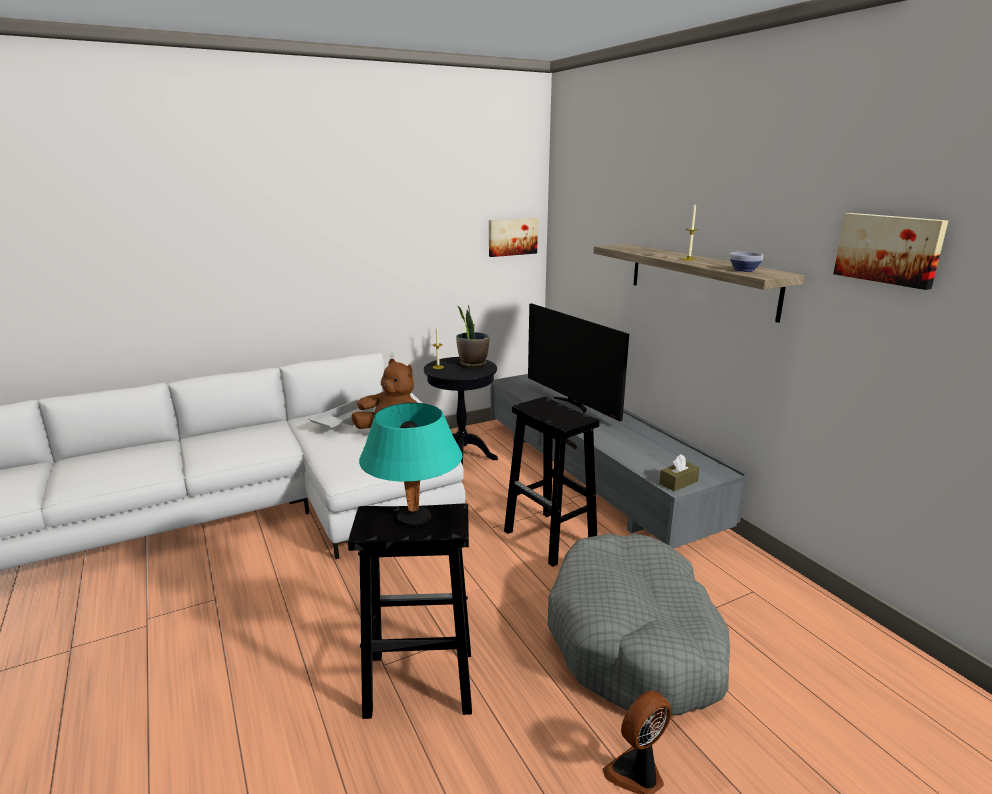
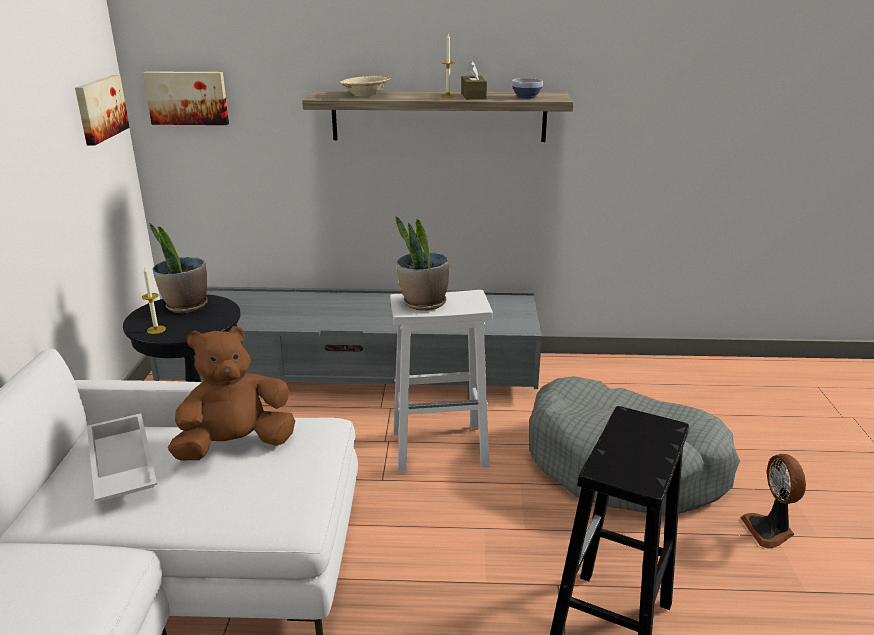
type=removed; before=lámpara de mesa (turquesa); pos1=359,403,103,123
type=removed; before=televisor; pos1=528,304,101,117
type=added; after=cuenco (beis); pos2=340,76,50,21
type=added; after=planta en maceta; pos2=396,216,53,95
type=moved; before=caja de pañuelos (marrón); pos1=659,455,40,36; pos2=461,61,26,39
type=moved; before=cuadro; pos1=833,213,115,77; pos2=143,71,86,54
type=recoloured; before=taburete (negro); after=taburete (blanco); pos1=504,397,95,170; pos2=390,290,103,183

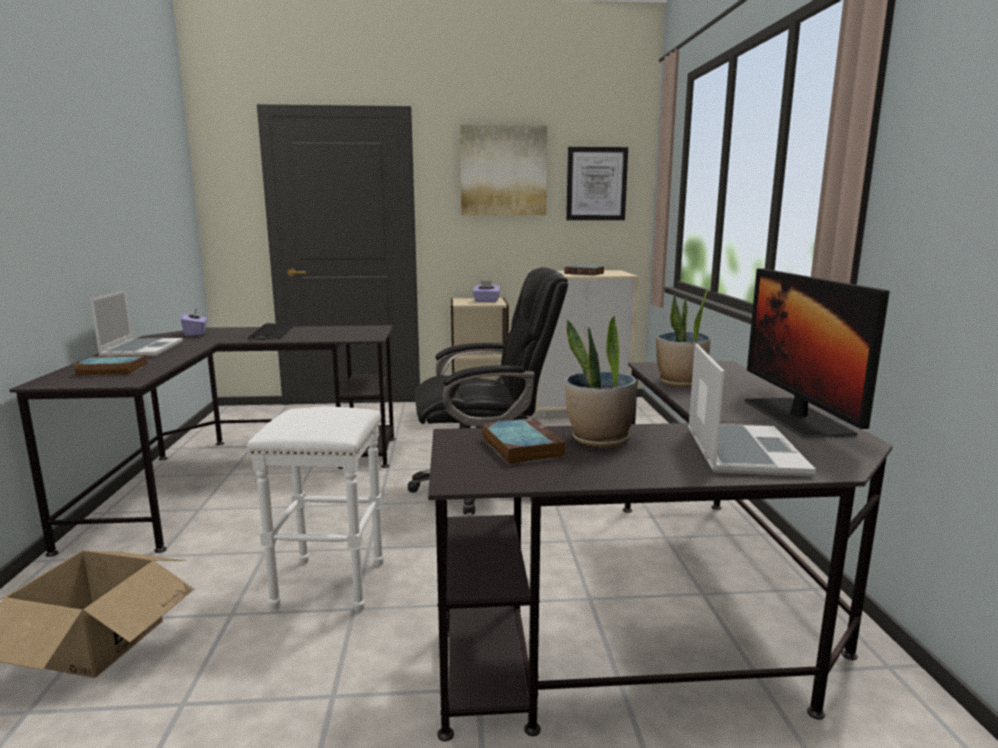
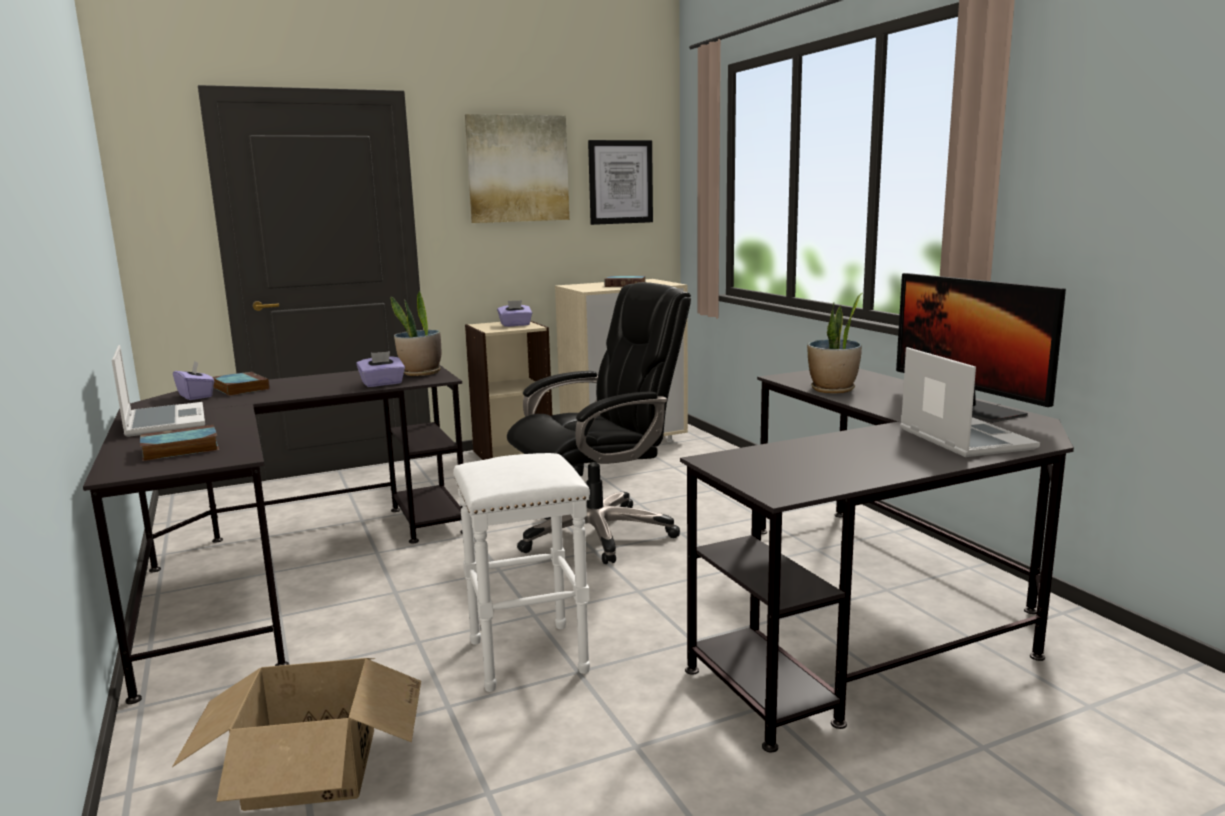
type=removed; before=teclado; pos1=248,323,45,17
type=added; after=caja de pañuelos (morado); pos2=357,351,48,36
type=moved; before=libro; pos1=482,418,84,47; pos2=212,372,57,24
type=moved; before=planta en maceta; pos1=565,316,72,132; pos2=391,291,50,85

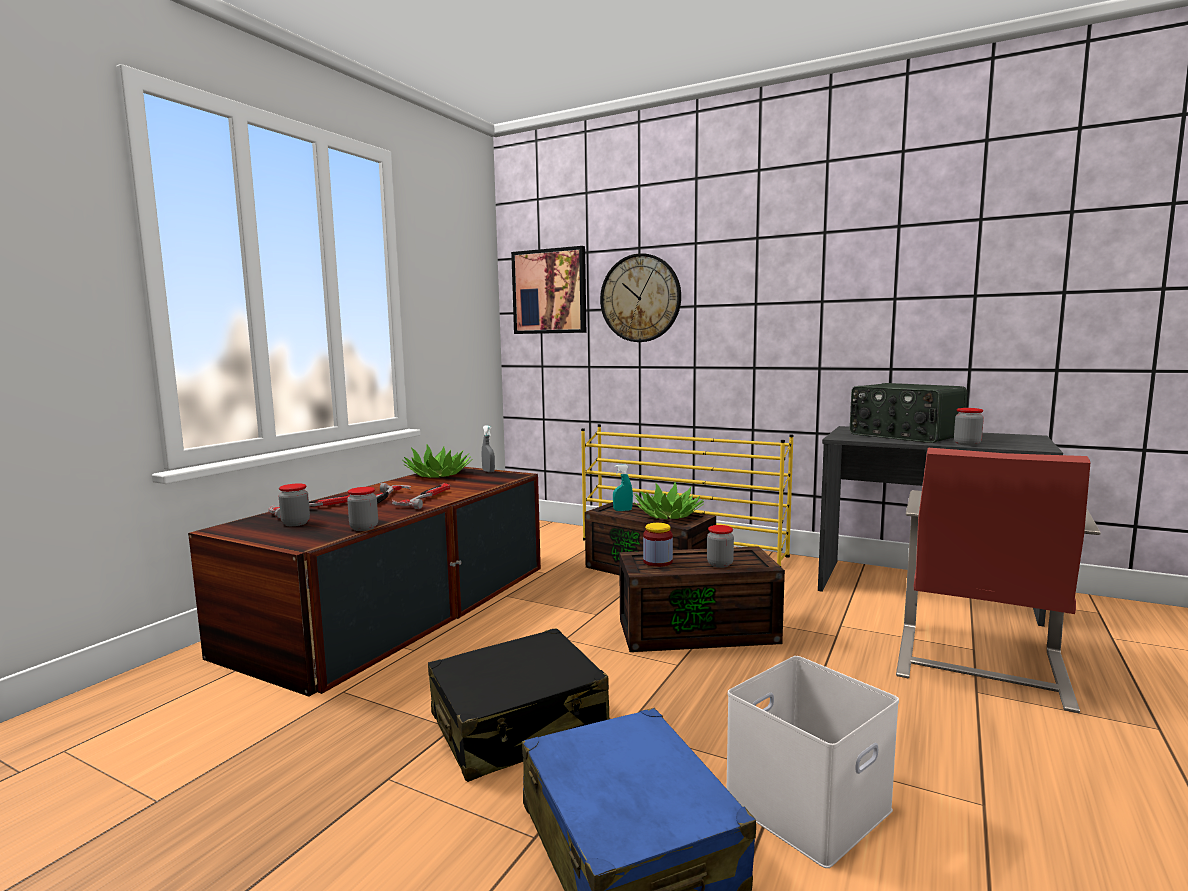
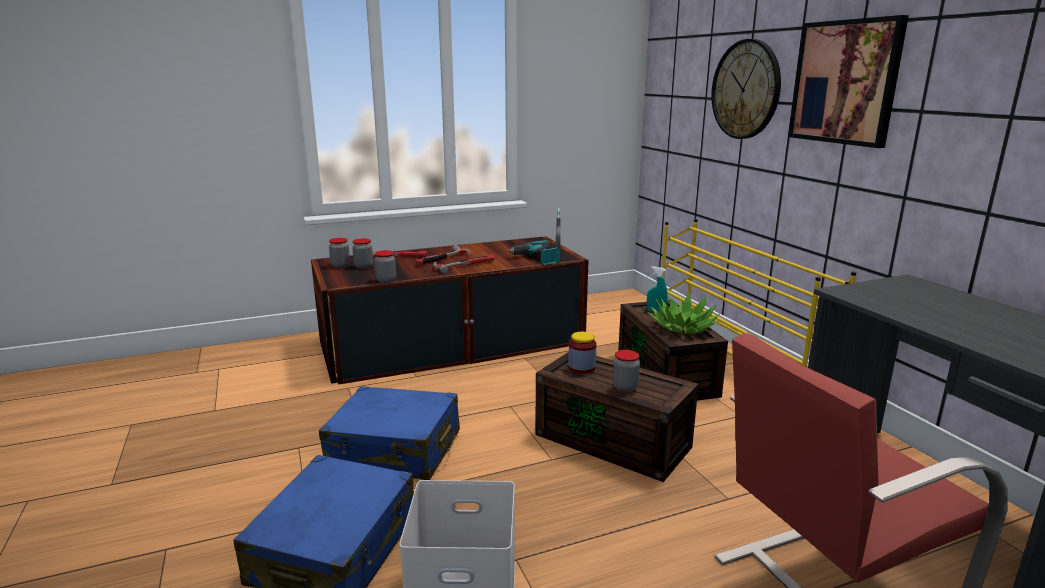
type=removed; before=planta en maceta; pos1=402,444,71,34
type=removed; before=radio; pos1=850,383,117,60
type=added; after=taladro; pos2=508,240,53,25
type=moved; before=cuadro; pos1=511,246,75,88; pos2=788,15,121,133
type=moved; before=tarro; pos1=954,408,30,38; pos2=329,238,21,30
type=recoloured; before=maleta (negro); after=maleta (azul); pos1=428,628,182,154; pos2=319,386,141,94

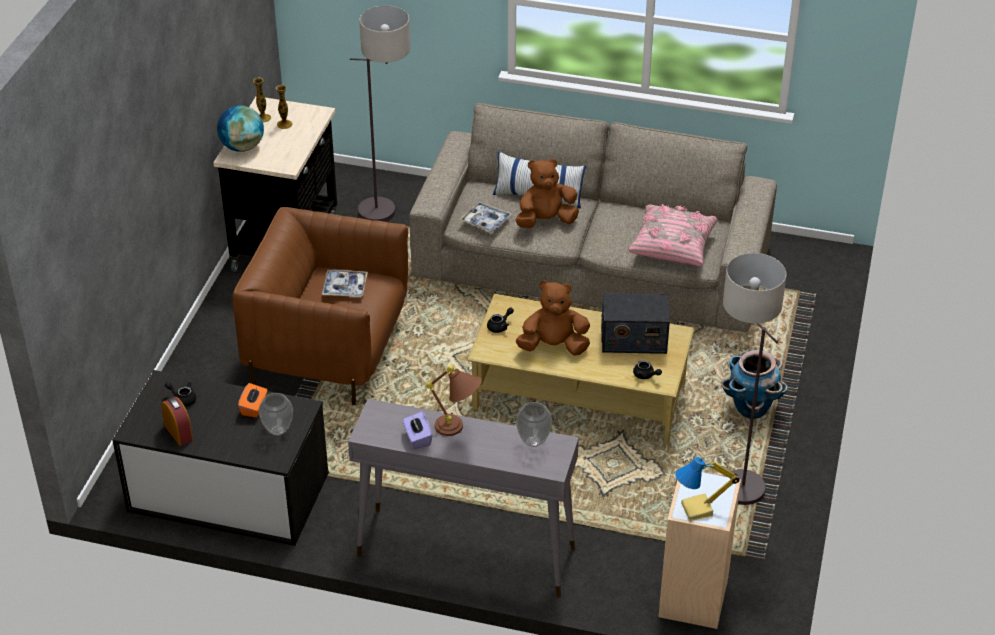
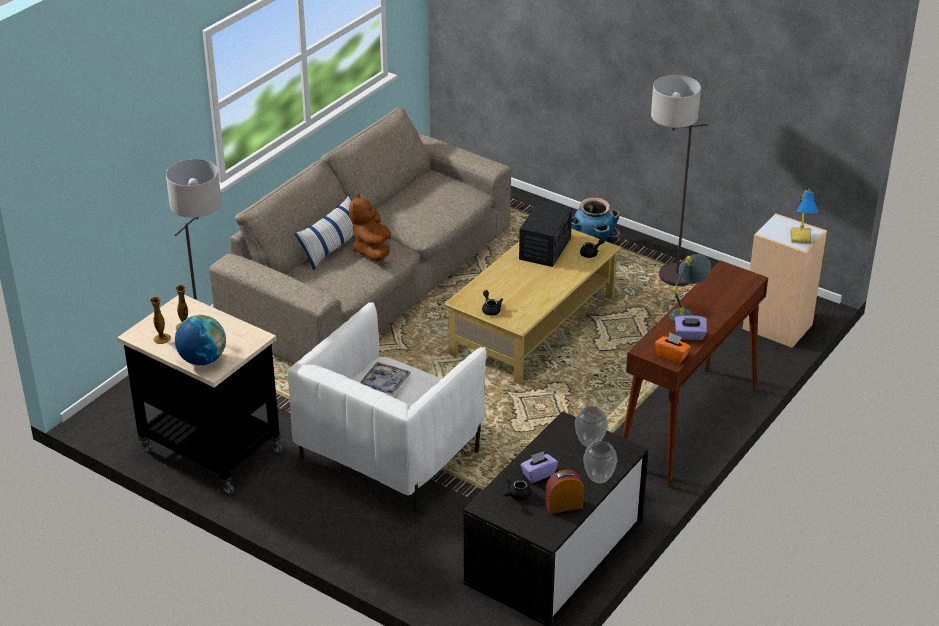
type=removed; before=bandeja; pos1=459,202,53,31
type=removed; before=peluche (marrón); pos1=516,280,74,76
type=removed; before=cojín (rosa); pos1=629,204,89,62
type=added; after=caja de pañuelos (morado); pos2=520,451,38,32
type=moved; before=caja de pañuelos (naranja); pos1=238,383,30,35; pos2=655,332,36,32
type=moved; before=florero; pos1=516,402,36,45; pos2=583,441,35,43
type=recoloured; before=sillón (marrón); after=sillón (blanco); pos1=232,207,176,198; pos2=288,302,199,210
type=recoloured; before=mesa consola (gris); after=mesa consola (marrón); pos1=348,399,231,198; pos2=622,260,146,228
type=recoloured; before=lámpara de mesa (marrón); after=lámpara de mesa (gris); pos1=426,365,56,71; pos2=669,254,42,69

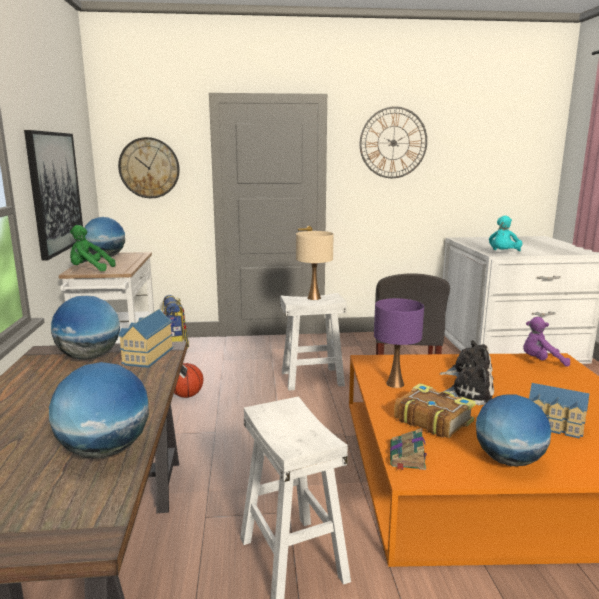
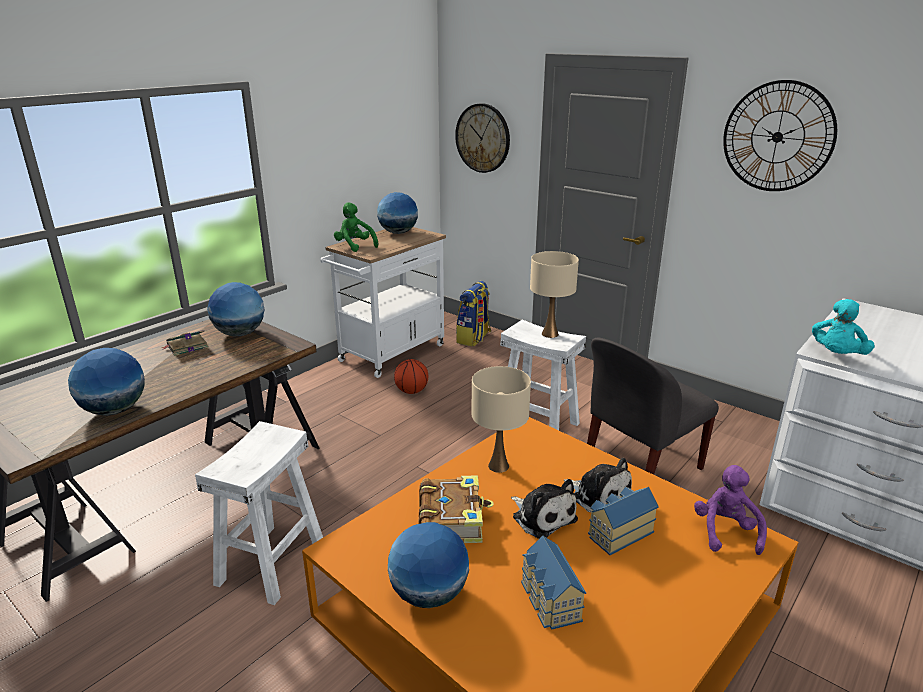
type=removed; before=cuadro; pos1=24,130,59,130
type=moved; before=casita; pos1=118,309,55,59; pos2=588,487,71,68
type=moved; before=libro; pos1=390,428,36,42; pos2=162,330,46,26
type=recoloured; before=lámpara de mesa (morado); after=lámpara de mesa (beis); pos1=374,298,50,90; pos2=472,366,59,107
type=turned; before=peluche (turquesa); pos1=489,216,33,35; pos2=812,299,63,56; turn=-45
type=turned; before=peluche (morado); pos1=523,317,47,50; pos2=694,465,73,90; turn=45

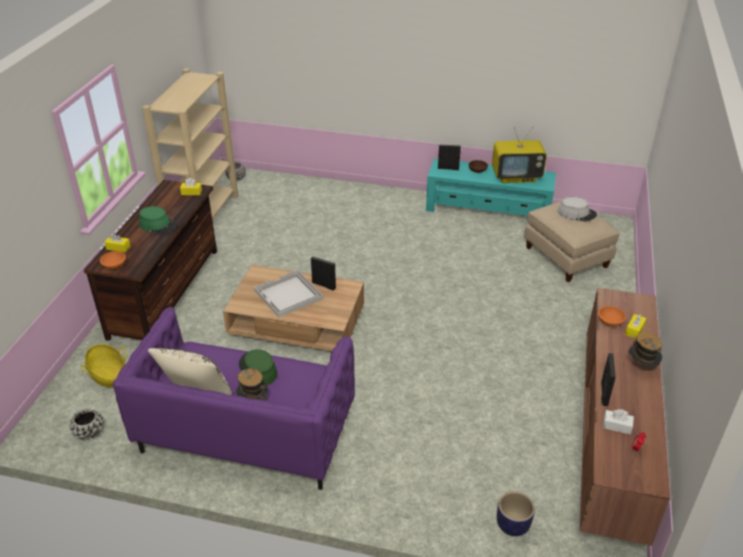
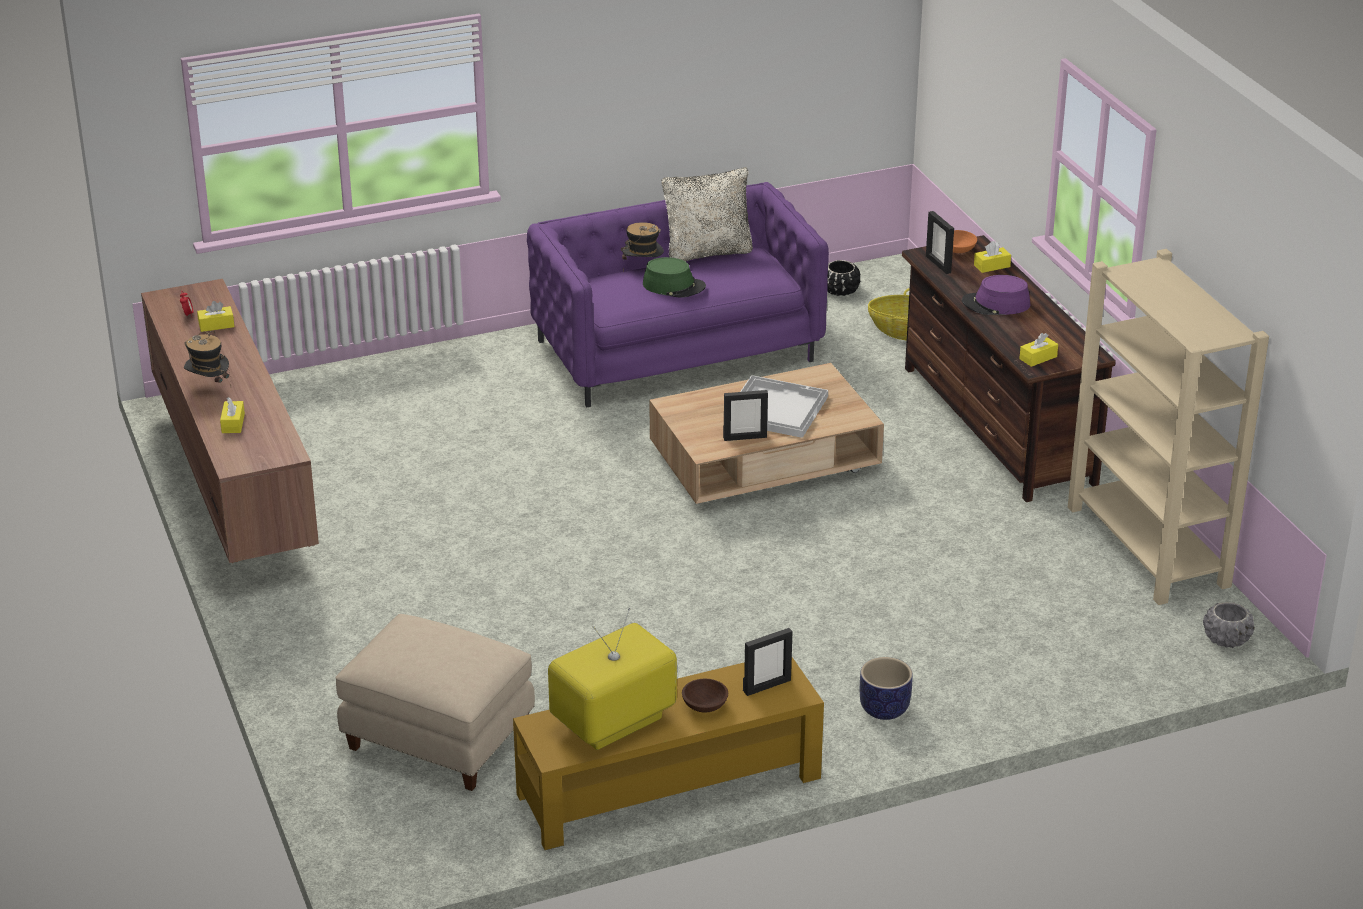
type=removed; before=sombrero (gris); pos1=558,197,39,24
type=removed; before=cuenco (naranja); pos1=598,306,28,20
type=moved; before=maceta; pos1=497,491,38,45; pos2=860,657,53,63
type=moved; before=portarretratos; pos1=601,353,15,53; pos2=926,211,28,63
type=recoloured; before=sombrero (verde); after=sombrero (morado); pos1=139,206,37,29; pos2=962,275,68,40
type=recoloured; before=mueble de televisión (turquesa); after=mueble de televisión (amarillo); pos1=426,158,130,58; pos2=513,657,311,193
type=recoloured; before=caja de pañuelos (blanco); after=caja de pañuelos (amarillo); pos1=603,409,31,26; pos2=197,301,37,31

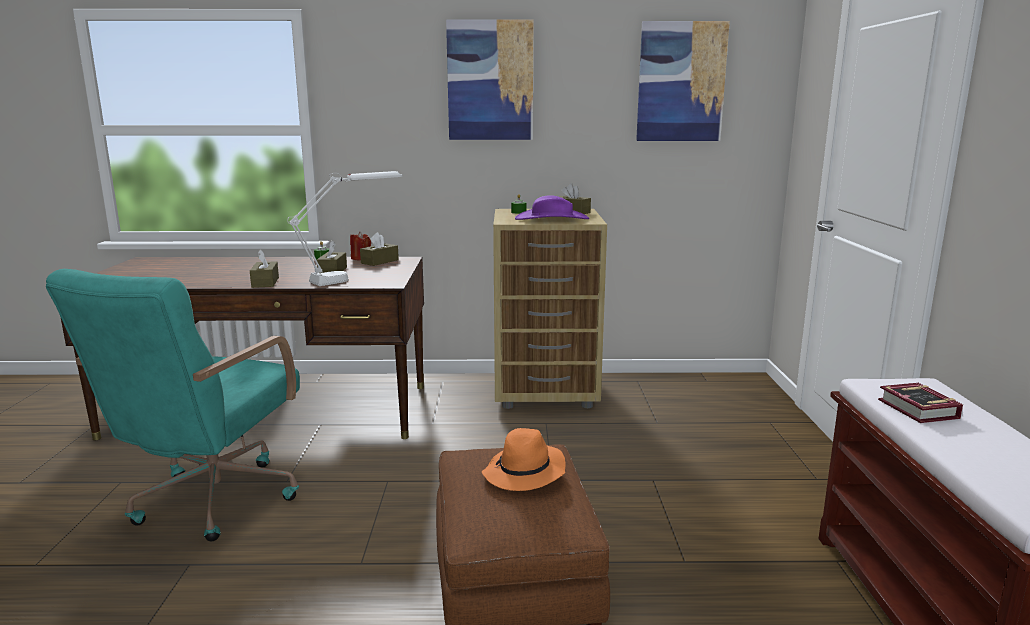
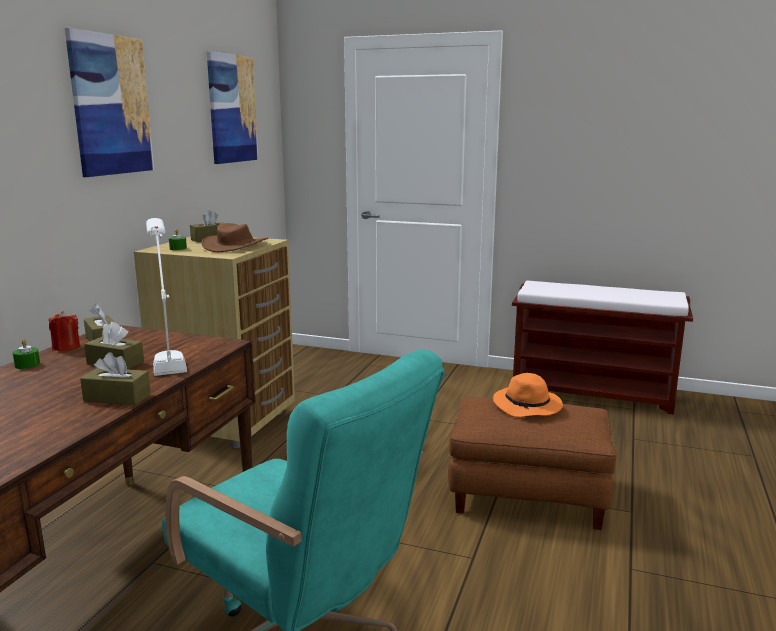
type=removed; before=libro; pos1=878,383,85,40
type=recoloured; before=sombrero (morado); after=sombrero (marrón); pos1=515,195,74,25; pos2=202,223,66,29

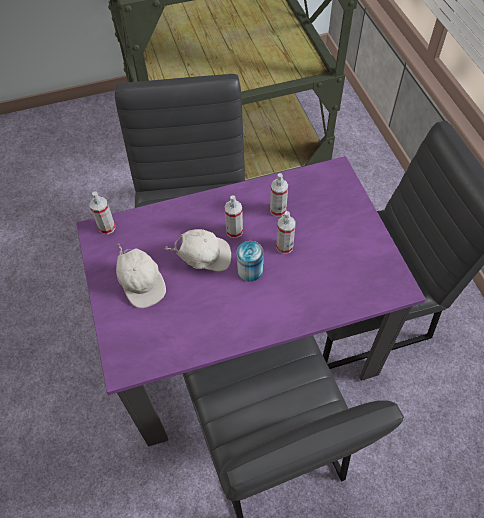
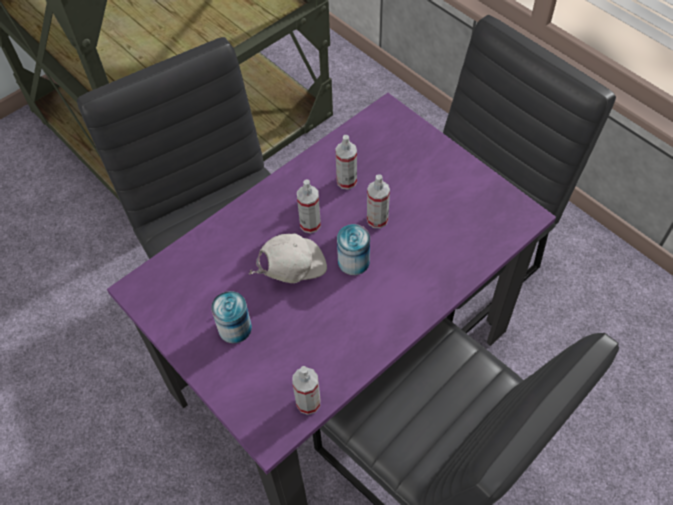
type=moved; before=pulverizador; pos1=90,191,25,44; pos2=292,366,28,49
type=replaced; before=gorra (blanco); after=lata; pos1=116,244,50,64; pos2=211,291,41,52

